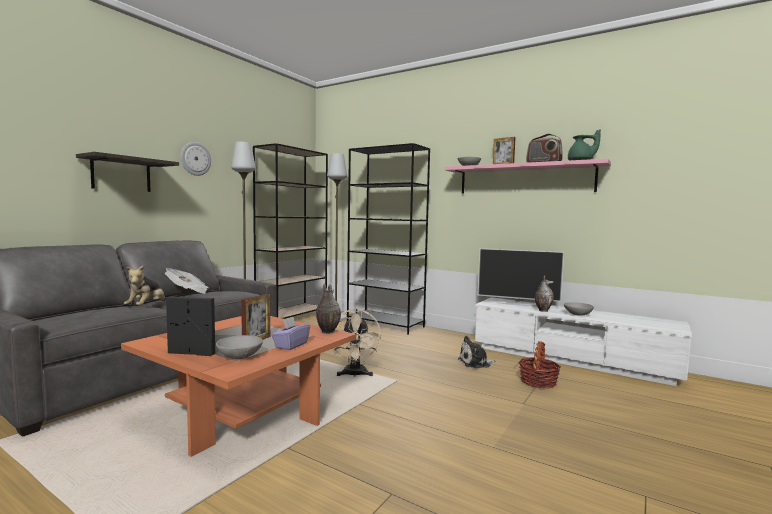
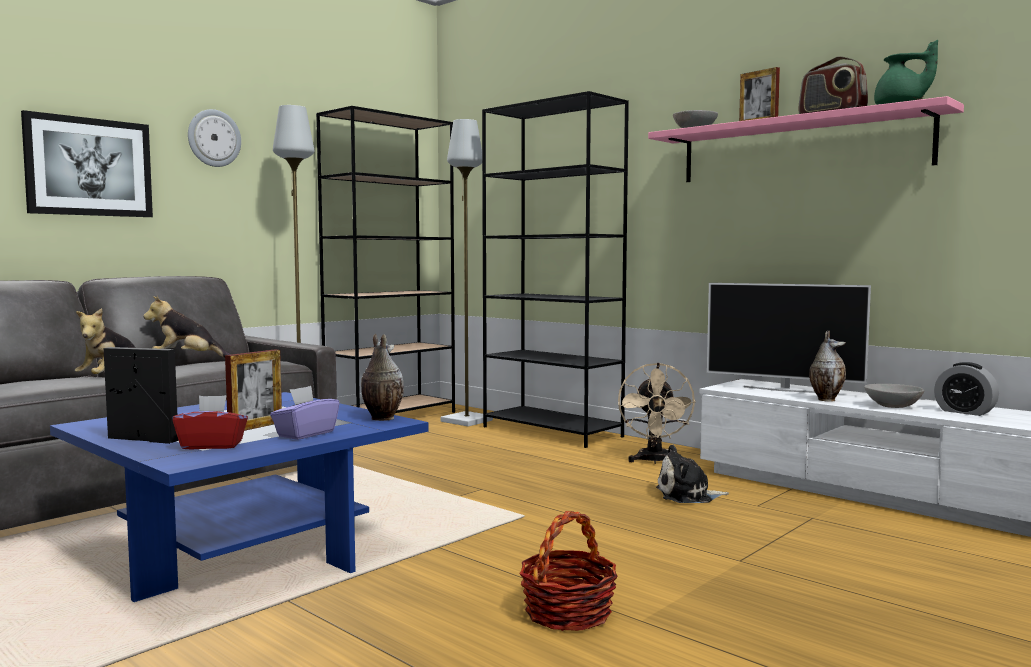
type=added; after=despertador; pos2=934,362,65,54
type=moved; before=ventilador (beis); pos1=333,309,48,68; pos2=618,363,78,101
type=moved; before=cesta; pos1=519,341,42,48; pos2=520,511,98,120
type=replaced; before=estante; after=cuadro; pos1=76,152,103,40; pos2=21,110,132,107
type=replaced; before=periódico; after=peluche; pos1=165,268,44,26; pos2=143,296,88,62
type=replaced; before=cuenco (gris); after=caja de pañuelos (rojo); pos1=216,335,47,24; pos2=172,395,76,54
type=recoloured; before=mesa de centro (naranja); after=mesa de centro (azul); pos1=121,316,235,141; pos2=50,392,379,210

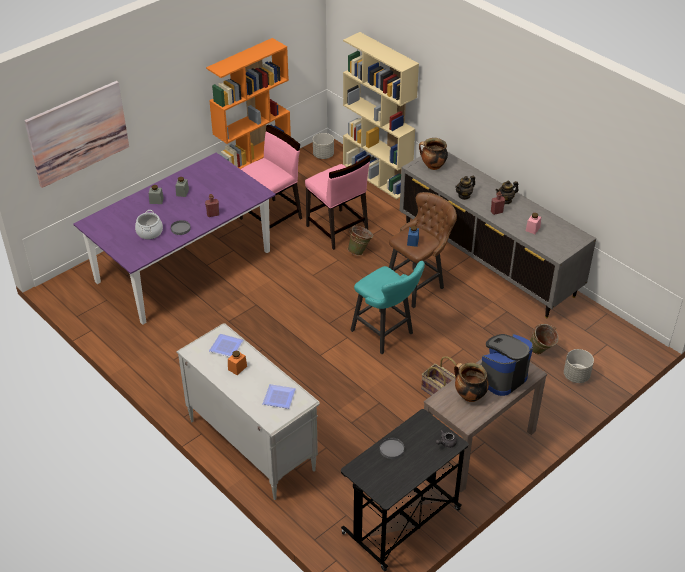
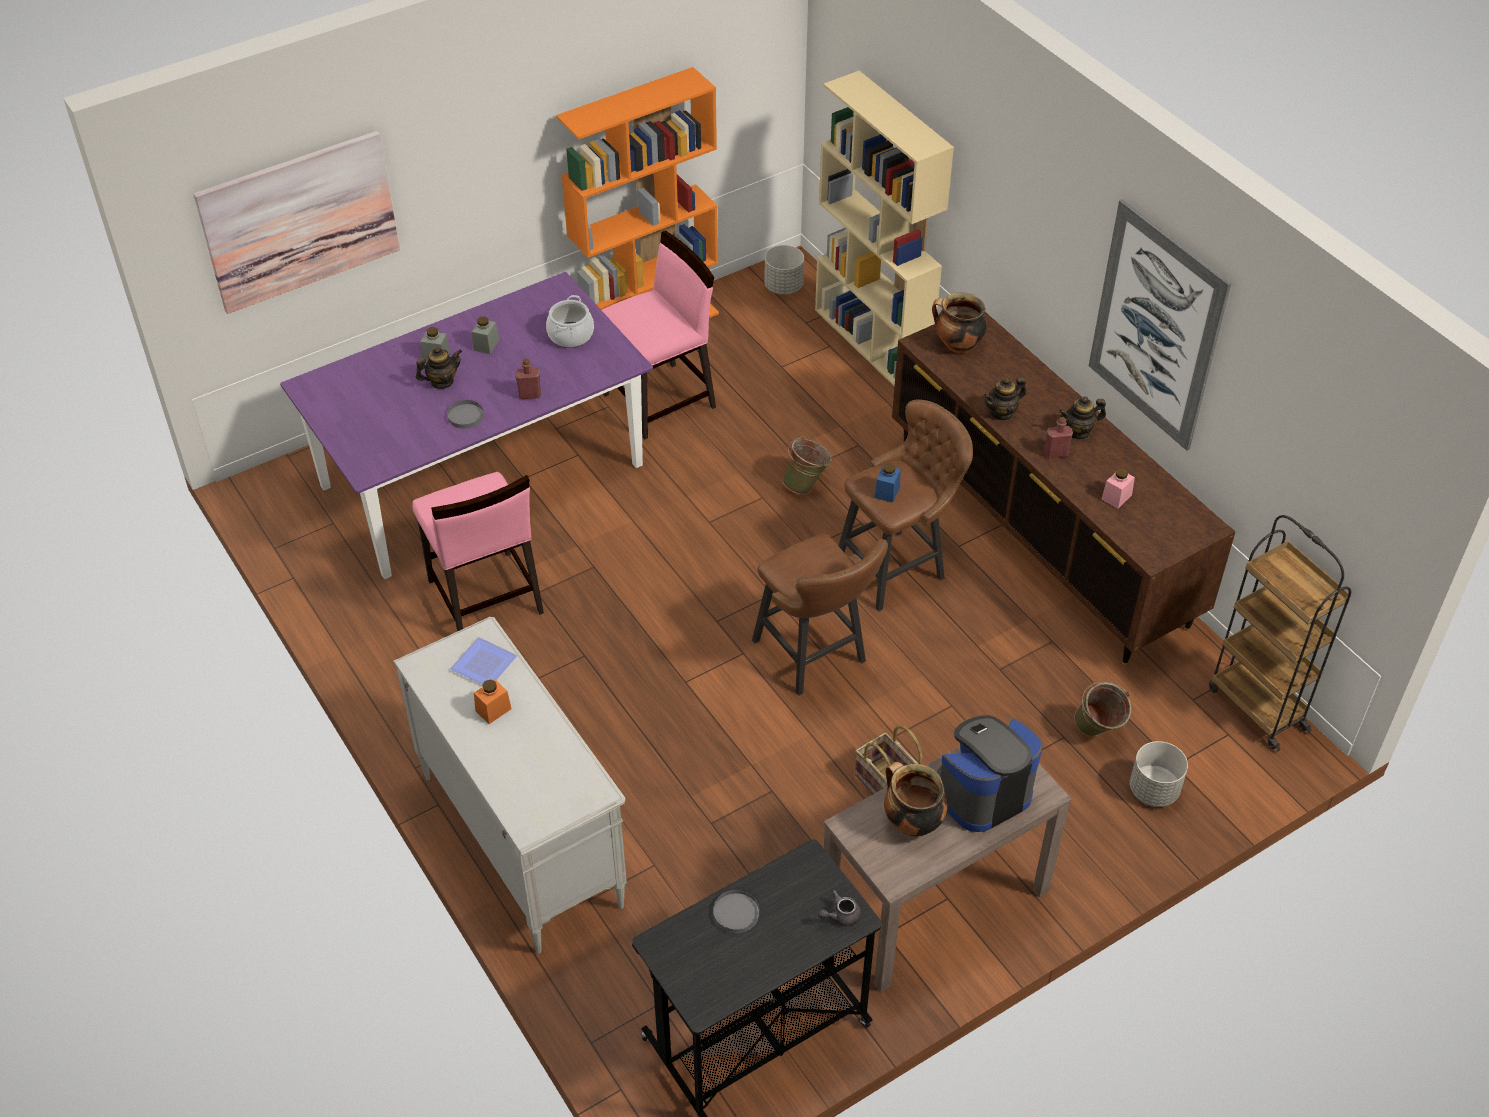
type=removed; before=plato; pos1=263,384,33,25
type=added; after=tetera; pos2=416,346,46,43
type=added; after=cuadro; pos2=1089,199,142,252
type=added; after=carrito (marrón); pos2=1209,515,142,237
type=moved; before=olla; pos1=135,210,28,29; pos2=546,295,48,53
type=moved; before=silla (rosa); pos1=305,155,66,95; pos2=412,472,132,159
type=recoloured; before=taburete (turquesa); after=taburete (marrón); pos1=350,261,75,93; pos2=752,534,136,162
type=recoloured; before=armario (gris); after=armario (marrón); pos1=400,152,196,166; pos2=892,312,344,354

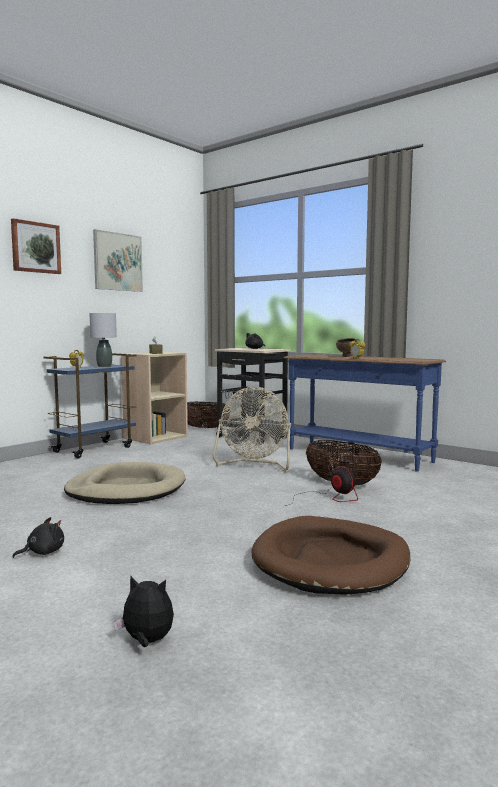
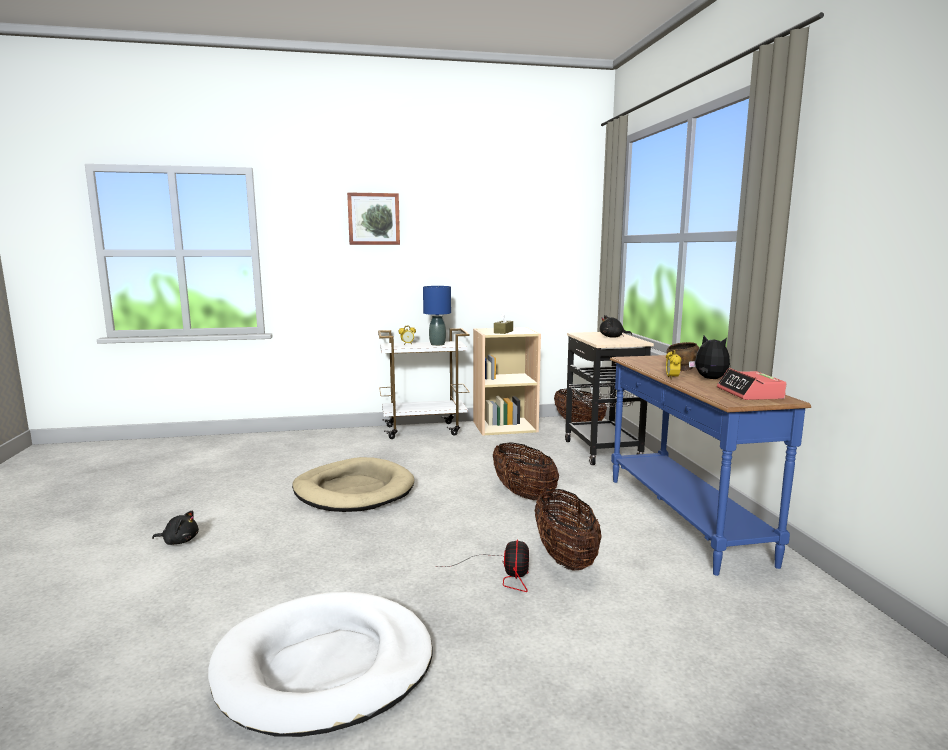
type=removed; before=cuadro; pos1=93,229,50,63
type=added; after=despertador; pos2=717,368,70,32
type=moved; before=peluche; pos1=114,576,60,71; pos2=689,336,41,43
type=replaced; before=ventilador (beis); after=cesta; pos1=213,387,78,86; pos2=493,443,66,57
type=recoloured; before=carrito (azul); after=carrito (blanco); pos1=44,353,93,106; pos2=378,328,92,111
type=recoloured; before=lámpara de mesa (gris); after=lámpara de mesa (azul); pos1=89,313,28,54; pos2=423,286,28,60
type=recoloured; before=cama para perro (marrón); after=cama para perro (blanco); pos1=252,516,158,79; pos2=208,592,225,145

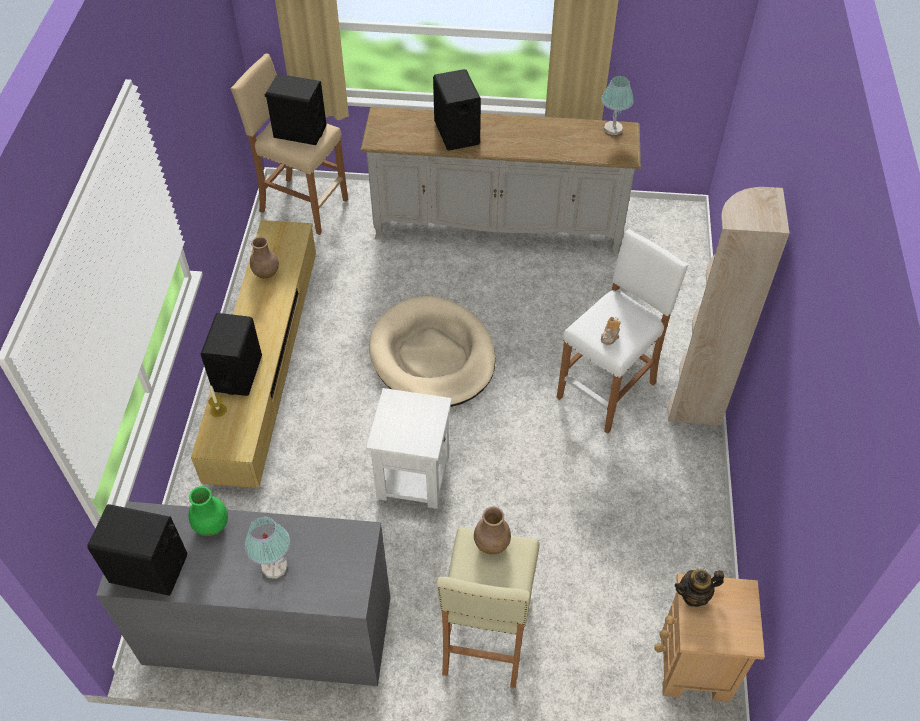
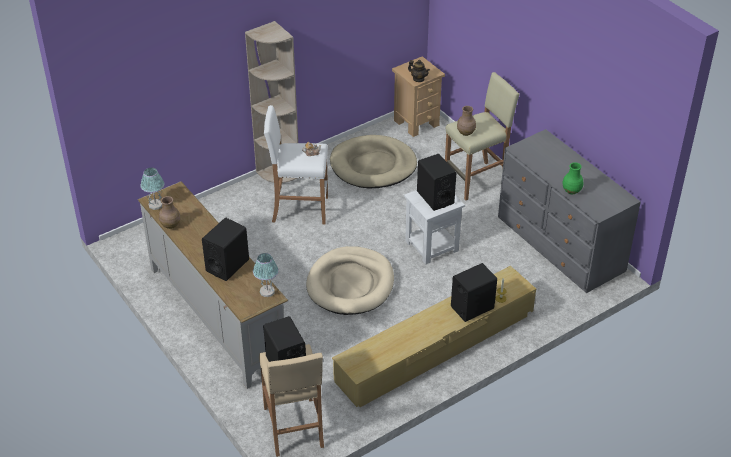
type=added; after=cama para perro (beis); pos2=330,135,87,53
type=moved; before=altavoz (negro); pos1=87,504,100,92; pos2=417,154,39,57
type=moved; before=lámpara de mesa; pos1=244,517,46,62; pos2=253,253,26,44
type=moved; before=florero (marrón); pos1=250,237,29,42; pos2=159,196,21,33

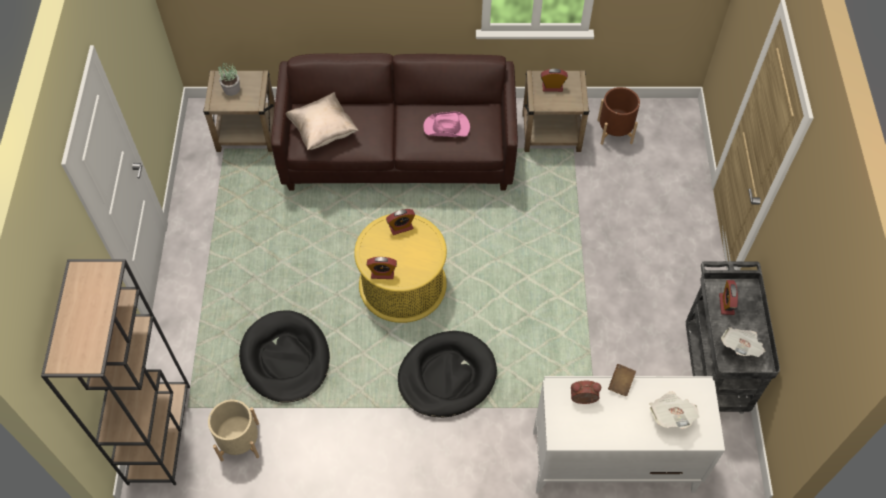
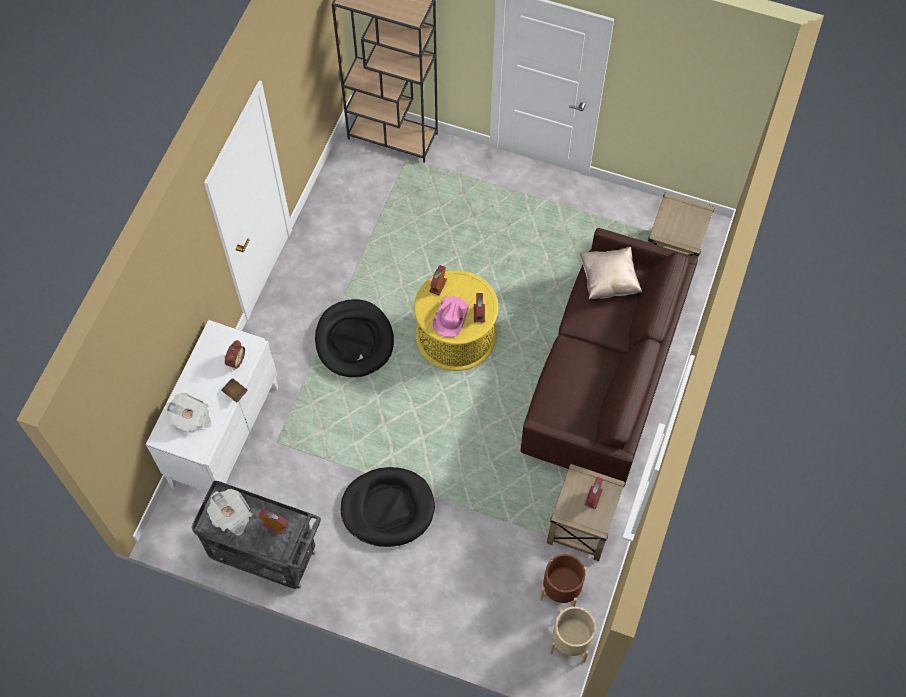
type=removed; before=planta en maceta; pos1=218,63,22,33
type=moved; before=maceta (beis); pos1=208,400,51,62; pos2=550,607,46,55
type=moved; before=cama para perro (negro); pos1=239,310,91,93; pos2=341,467,94,80
type=moved; before=sombrero (rosa); pos1=423,112,47,25; pos2=432,296,37,41

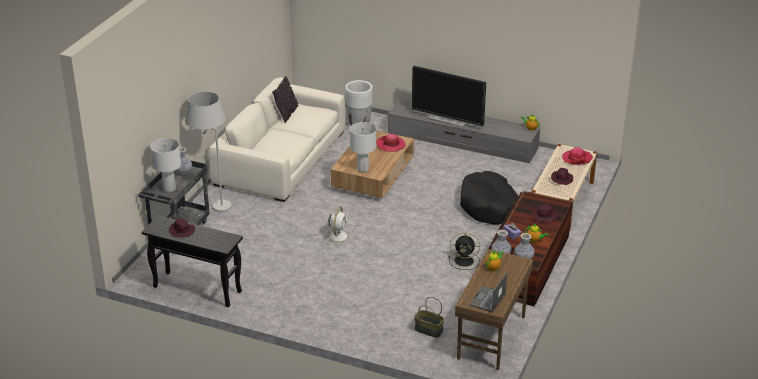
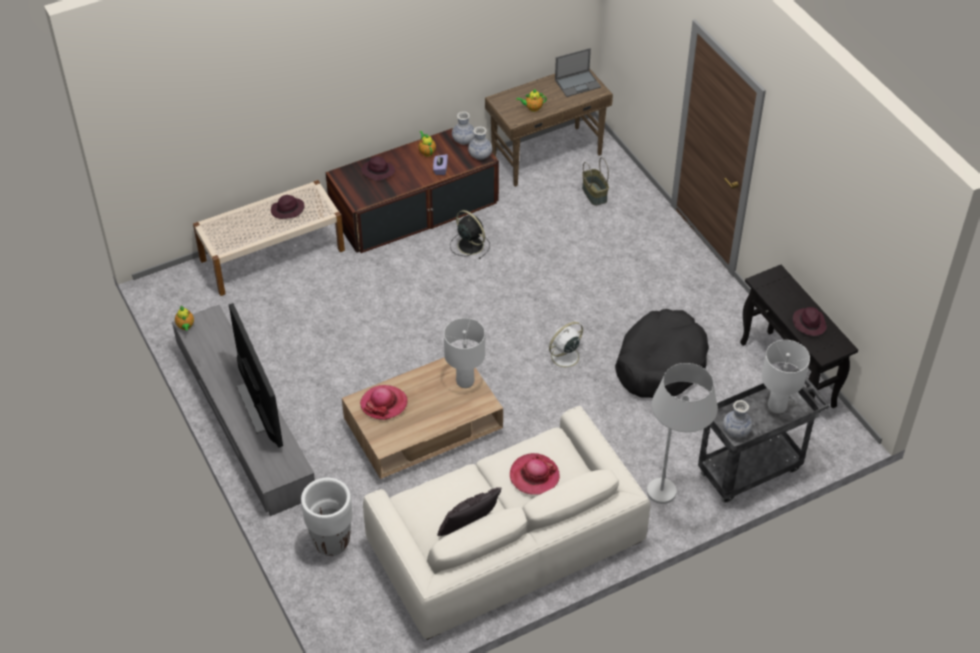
type=moved; before=cama para perro (negro); pos1=460,171,58,54; pos2=615,309,94,89
type=moved; before=sombrero; pos1=562,147,31,18; pos2=510,453,50,42

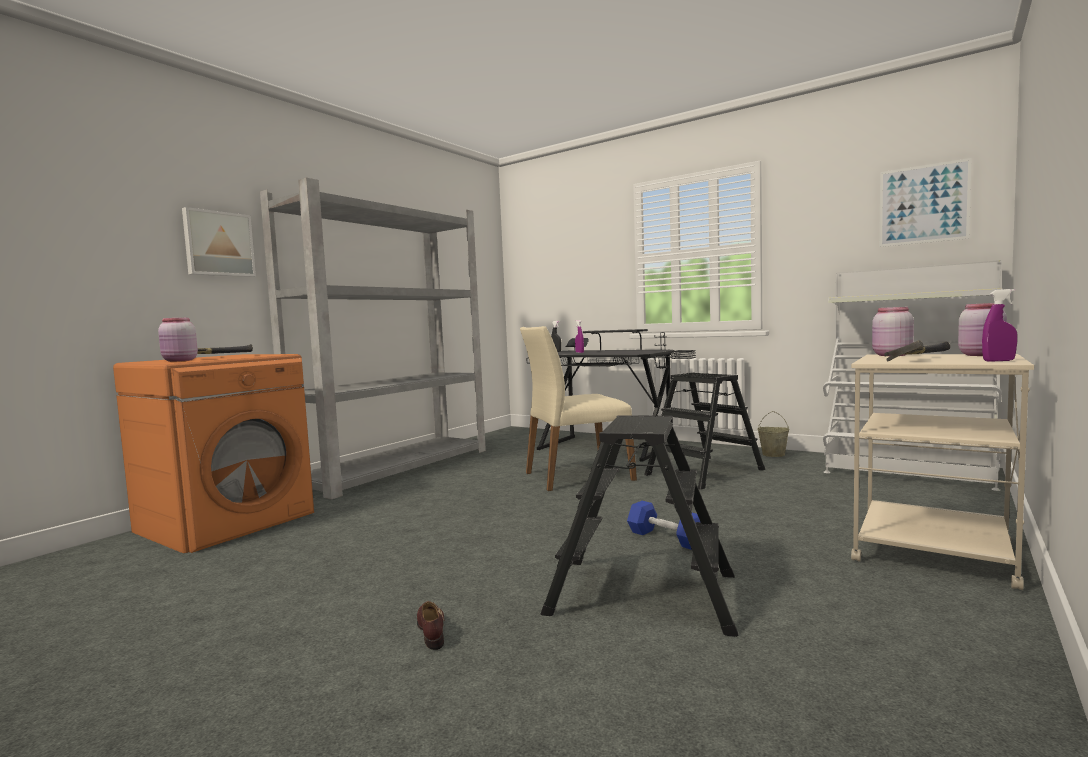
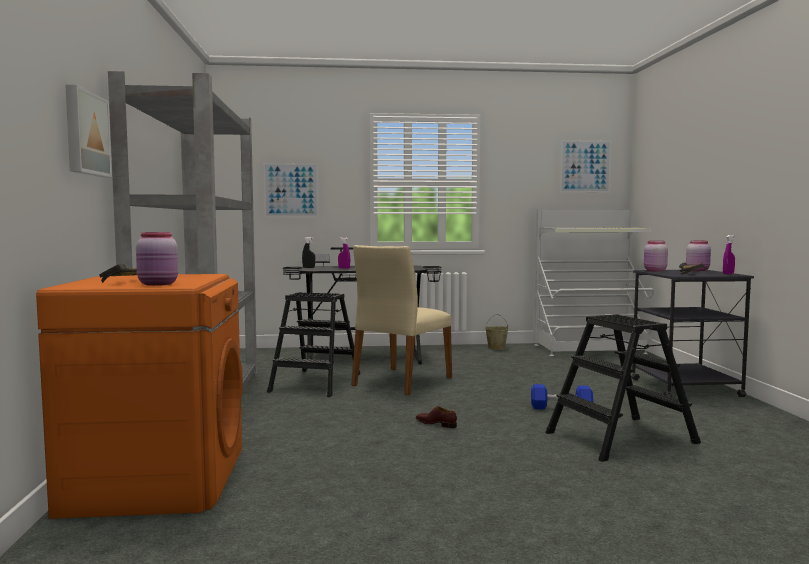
type=added; after=cuadro; pos2=263,163,56,54
type=moved; before=zapato (marrón); pos1=417,601,27,49; pos2=416,406,41,22
type=moved; before=escalera de tijera (negro); pos1=644,372,121,118; pos2=267,292,94,105
type=recoloured; before=carrito (beis); after=carrito (negro); pos1=851,354,183,236; pos2=631,270,123,127

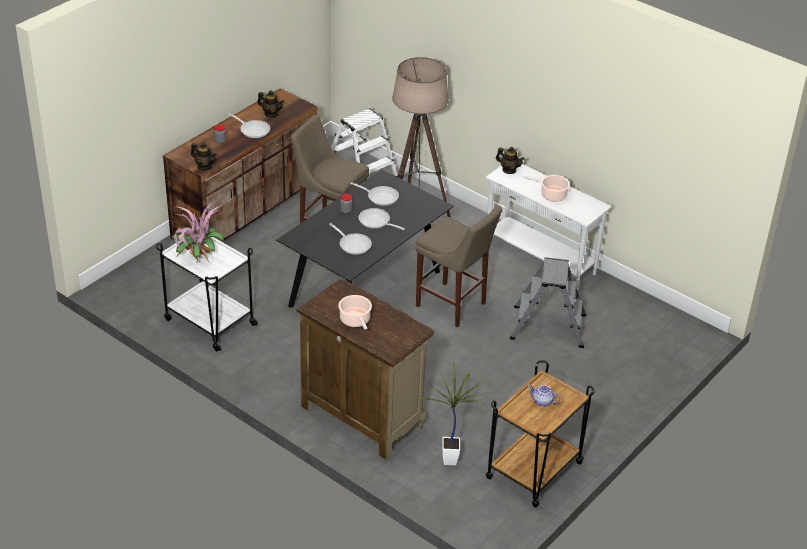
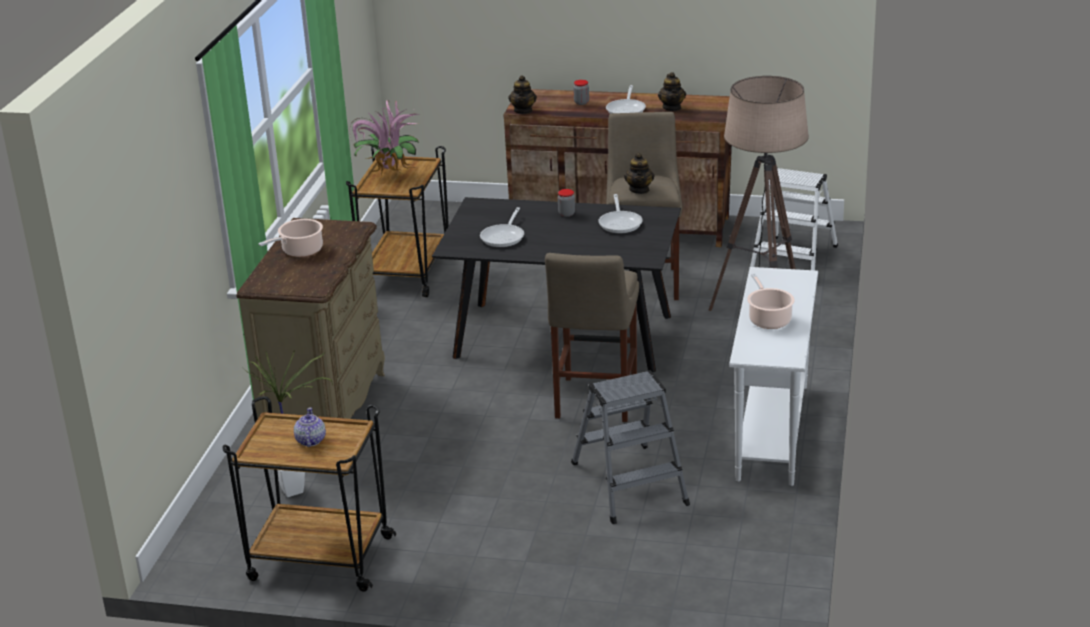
type=removed; before=sartén; pos1=359,208,46,22
type=moved; before=tetera; pos1=496,147,29,27; pos2=624,153,30,41
type=recoloured; before=carrito (blanco); after=carrito (marrón); pos1=156,220,102,131; pos2=346,146,103,151

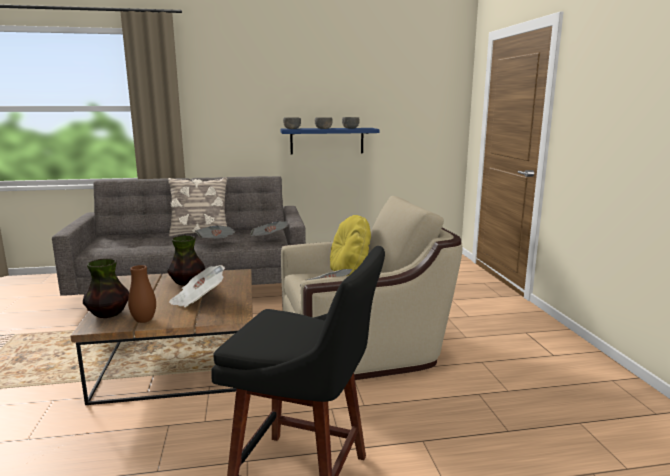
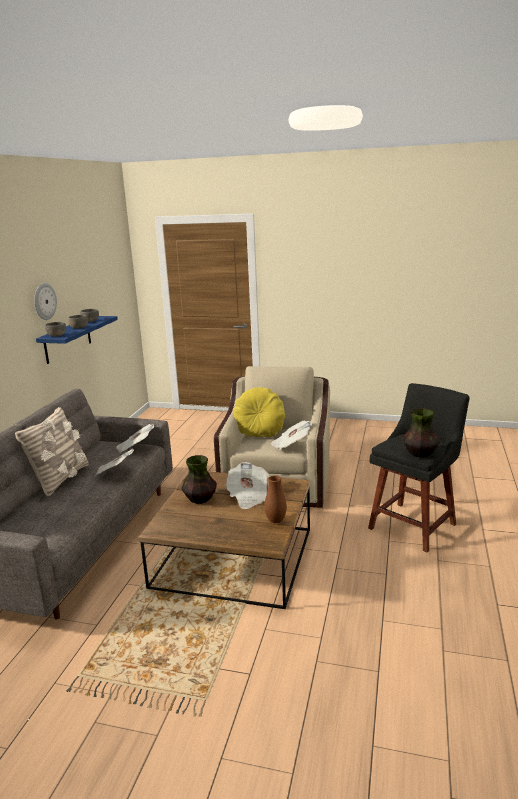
type=added; after=reloj de pared; pos2=34,283,23,37
type=moved; before=florero; pos1=83,258,46,60; pos2=402,408,38,50

